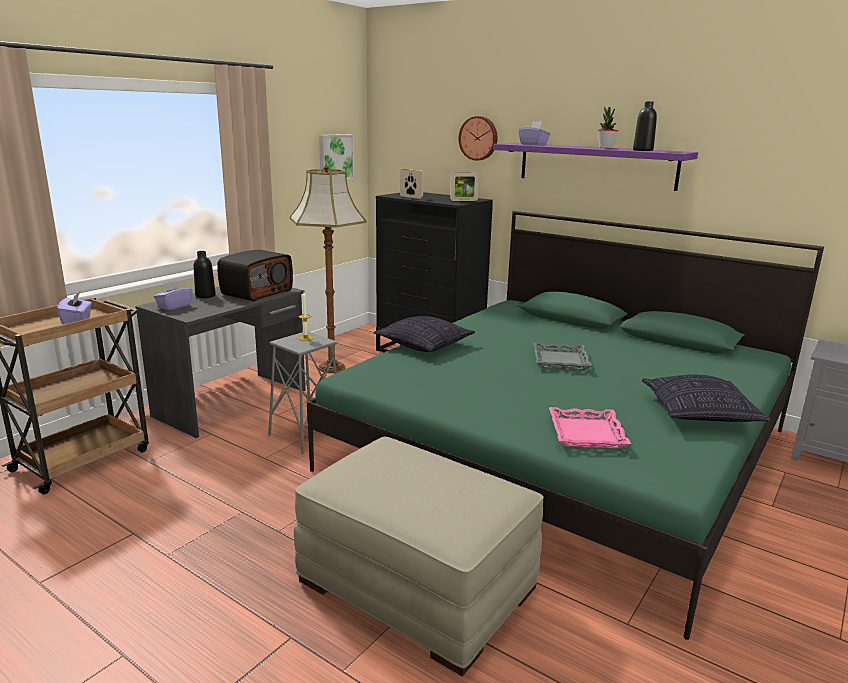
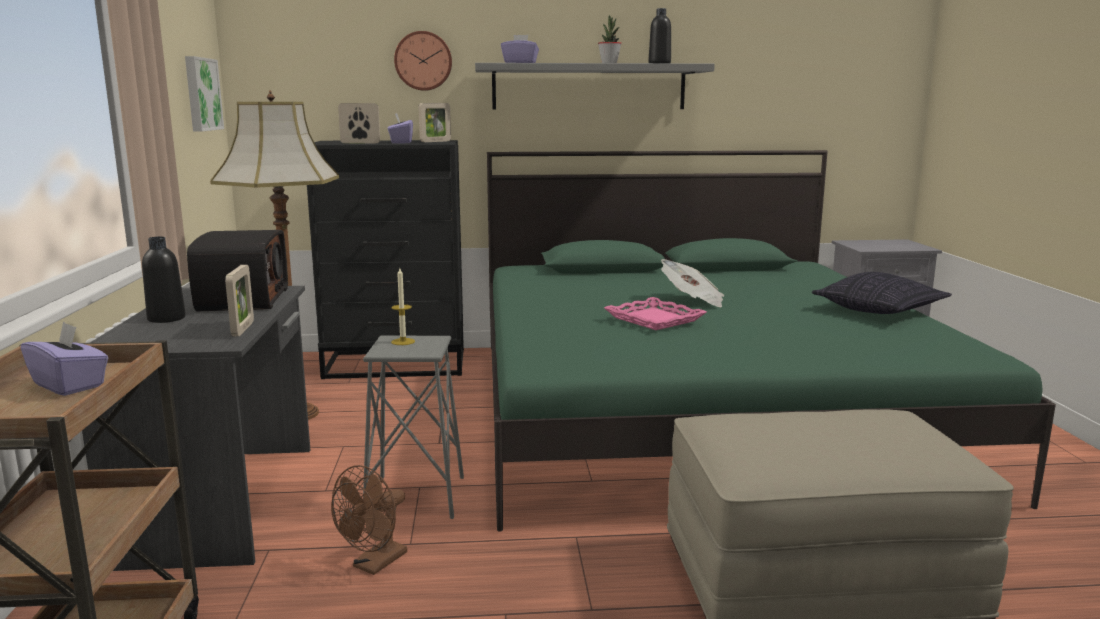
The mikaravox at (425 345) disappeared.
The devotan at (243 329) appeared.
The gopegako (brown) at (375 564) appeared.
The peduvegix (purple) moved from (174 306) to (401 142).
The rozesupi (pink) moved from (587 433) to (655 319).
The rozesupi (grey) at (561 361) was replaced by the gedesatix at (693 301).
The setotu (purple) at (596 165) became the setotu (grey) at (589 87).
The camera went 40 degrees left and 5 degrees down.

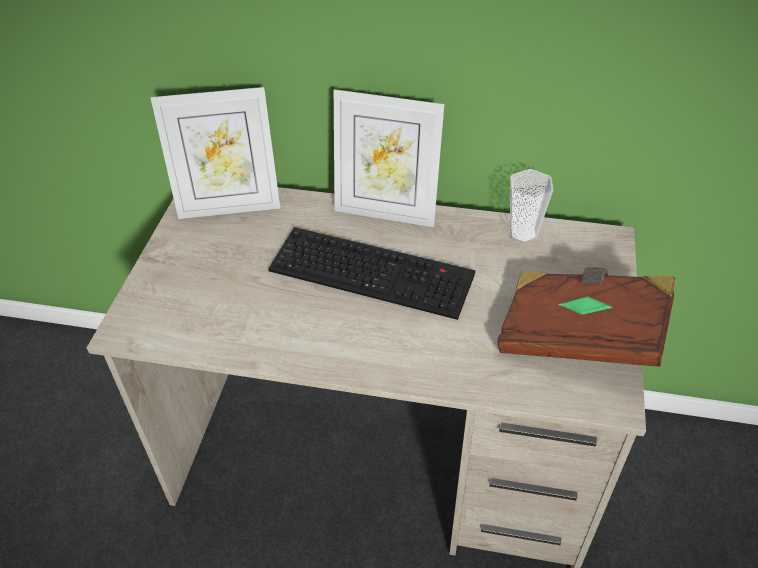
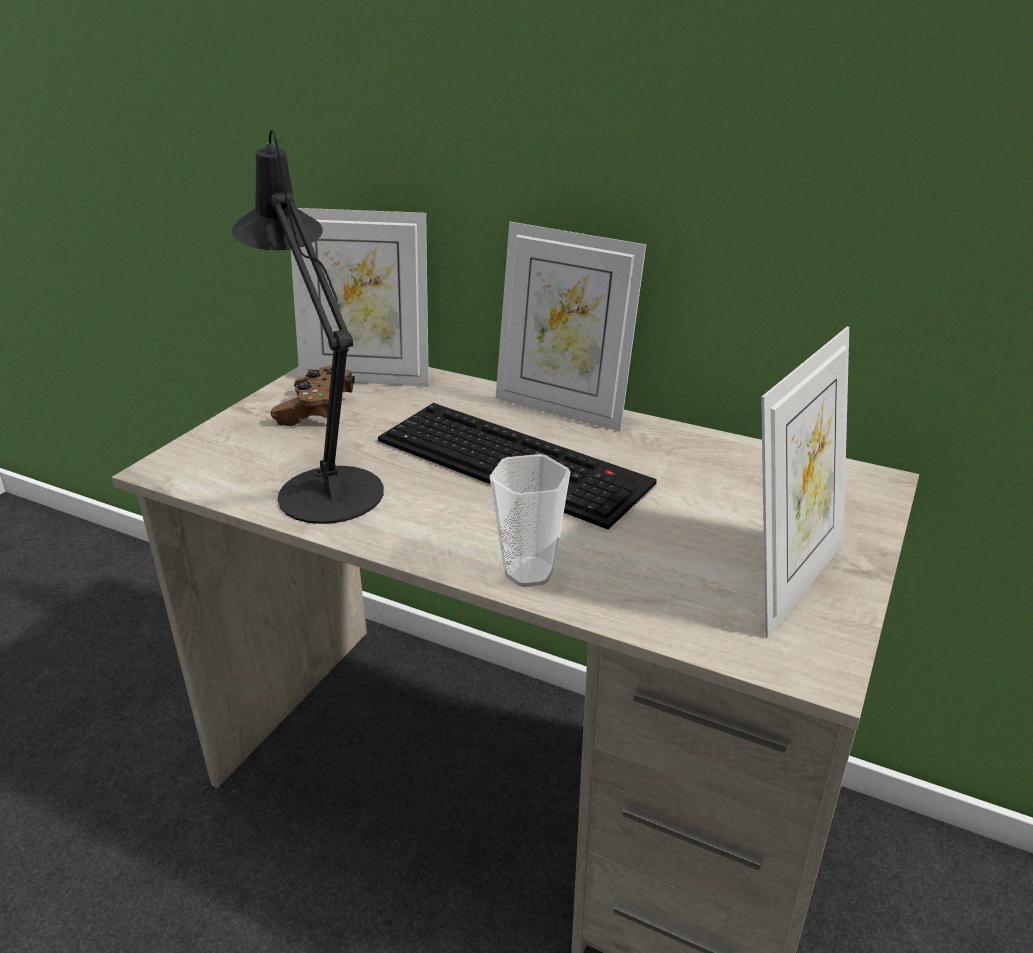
The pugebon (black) at (325 486) appeared.
The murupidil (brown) at (316 410) appeared.
The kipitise moved from (523 234) to (529 572).
The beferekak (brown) at (580 336) was replaced by the devotan at (788 579).
The camera went 15 degrees right and 15 degrees down.

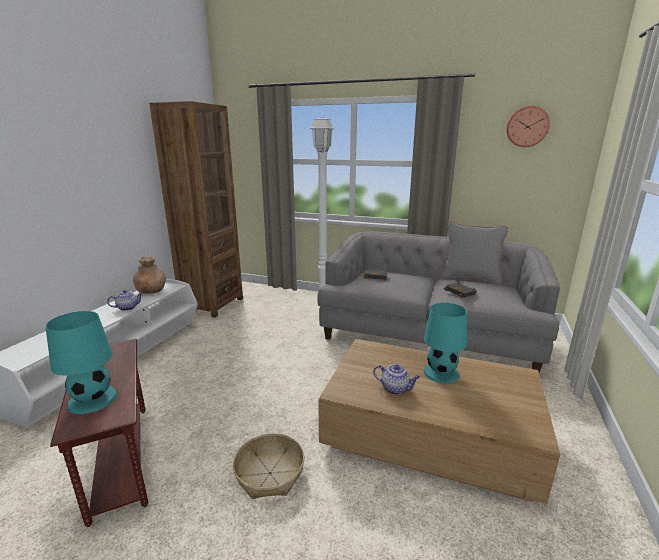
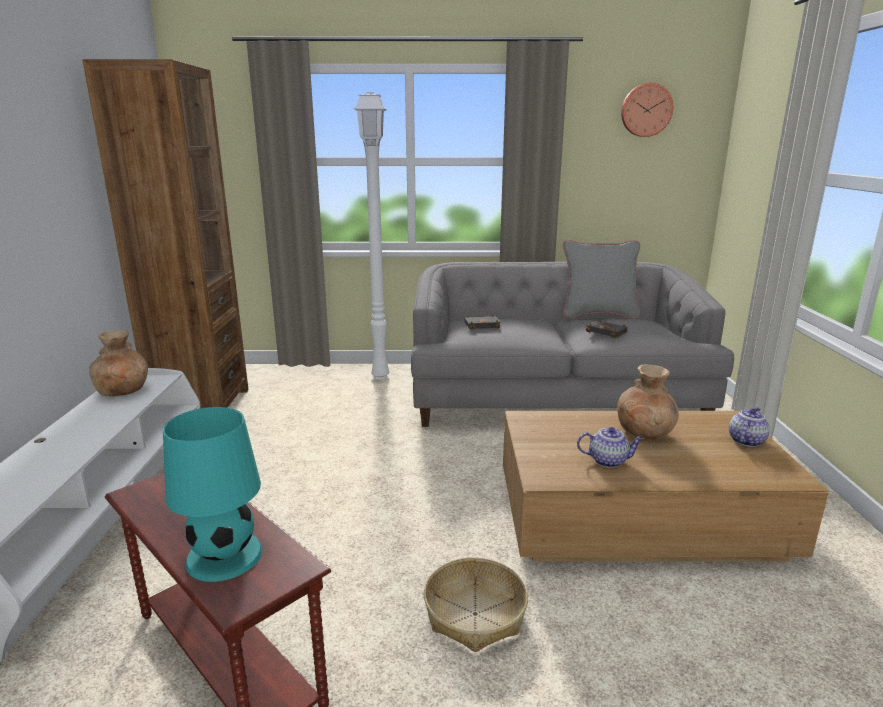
The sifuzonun moved from (128 307) to (746 440).
The pugebon (turquoise) at (441 373) was replaced by the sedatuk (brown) at (644 432).
The camera went 20 degrees left and 0 degrees up.

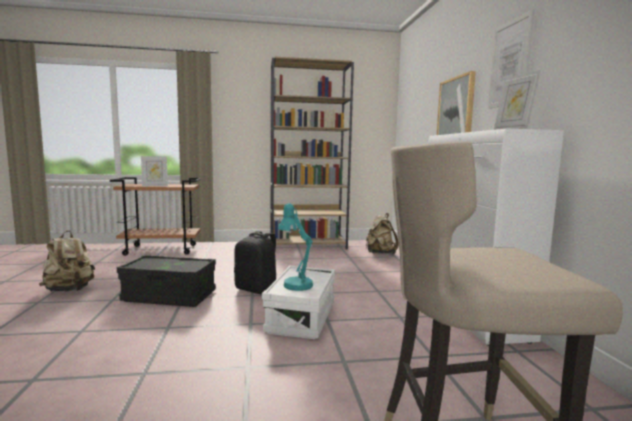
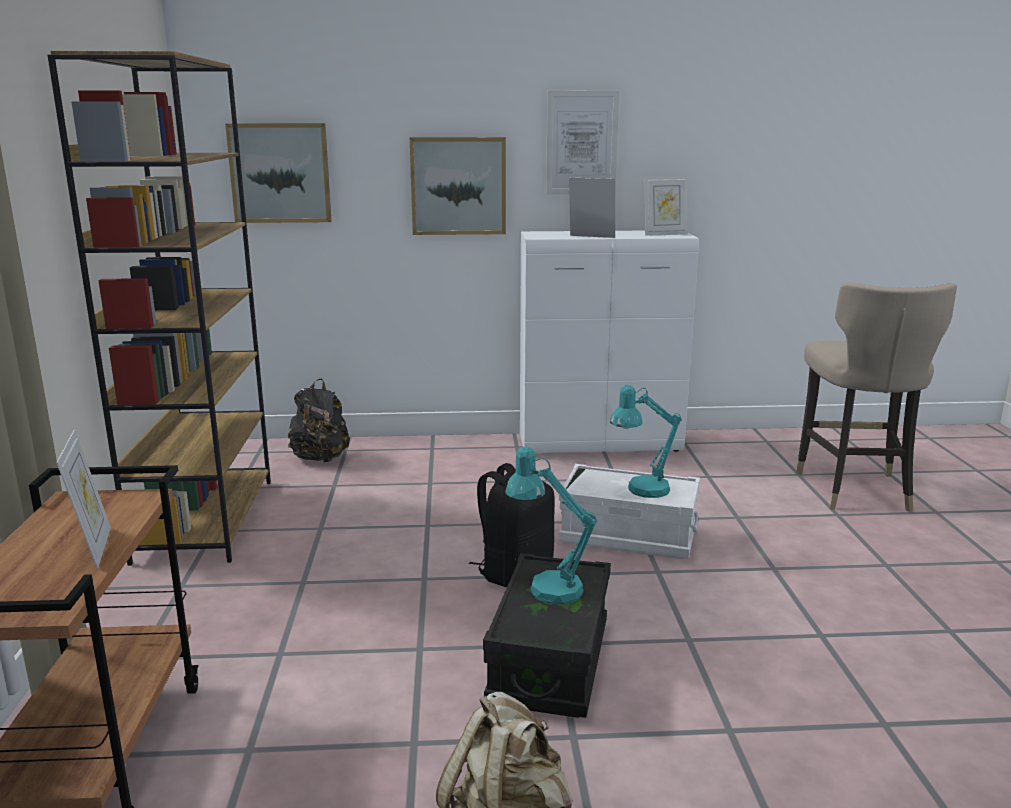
The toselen at (280 173) appeared.
The pugebon (turquoise) at (546 586) appeared.
The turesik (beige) at (380 253) became the turesik (black) at (320 459).
The camera went 85 degrees left and 10 degrees up.

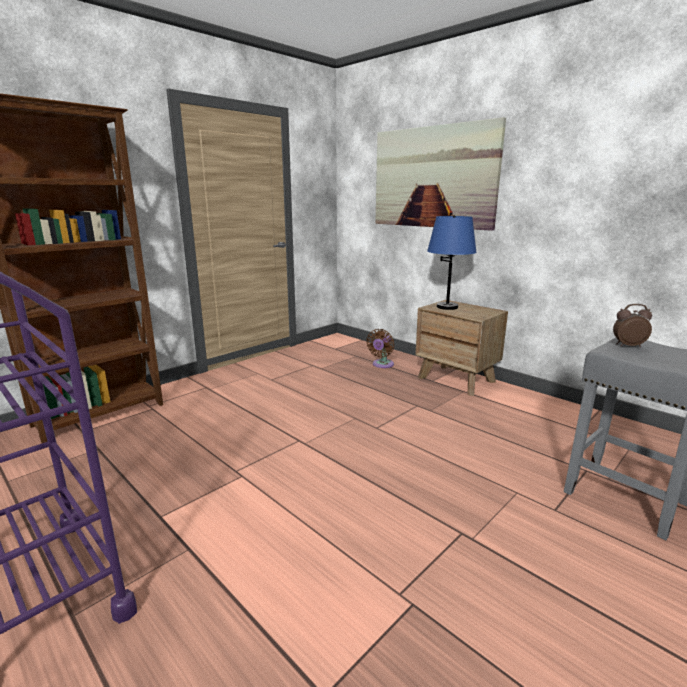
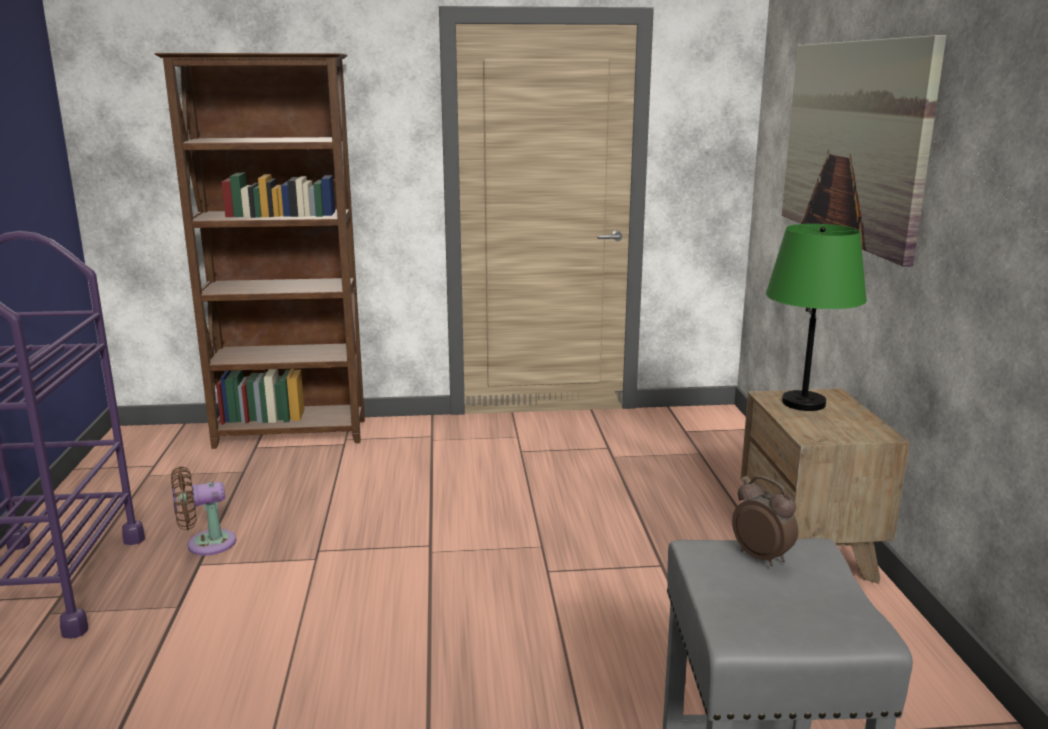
The gopegako (brown) moved from (382 365) to (206 544).
The pugebon (blue) at (447 307) became the pugebon (green) at (804 403).
The camera went 40 degrees right and 0 degrees up.

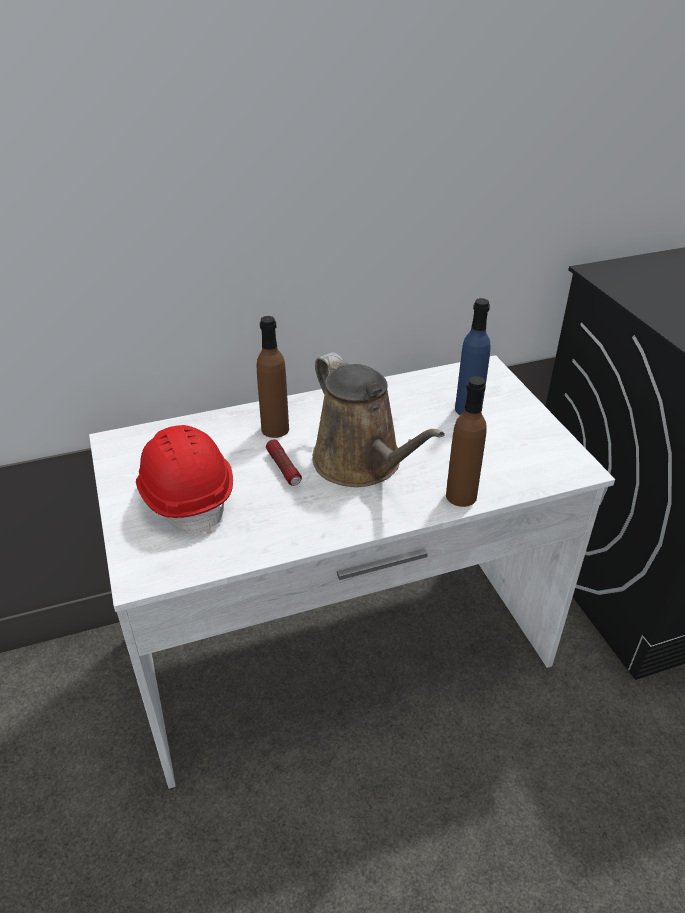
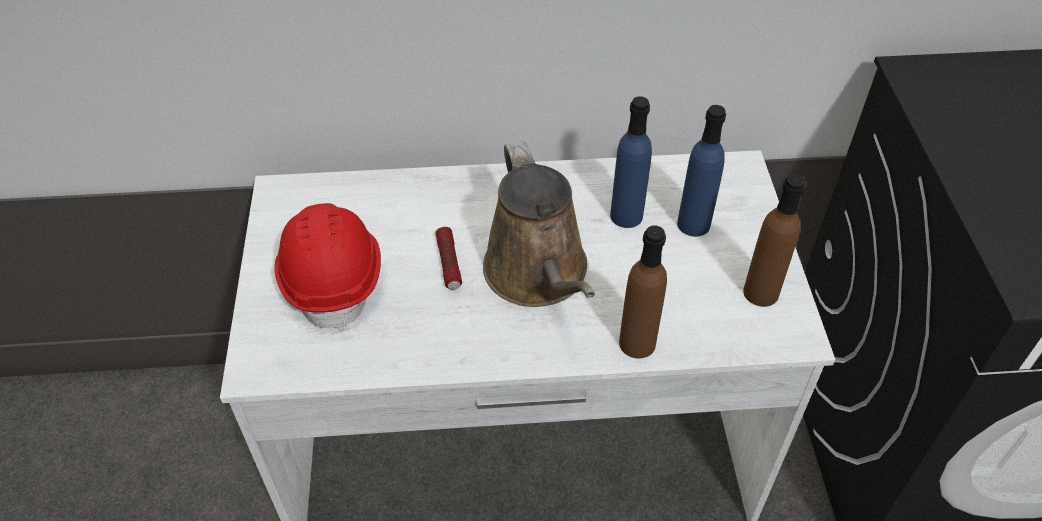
The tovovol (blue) at (626 216) appeared.
The tovovol (brown) moved from (275 429) to (761 292).
The camera went 15 degrees right and 10 degrees up.

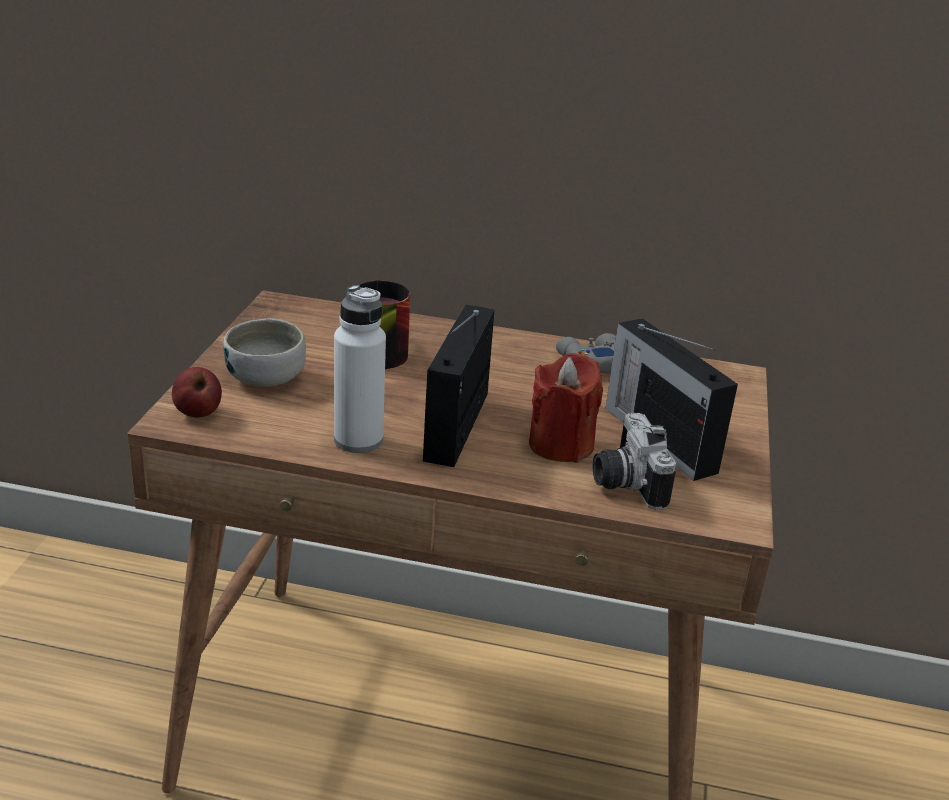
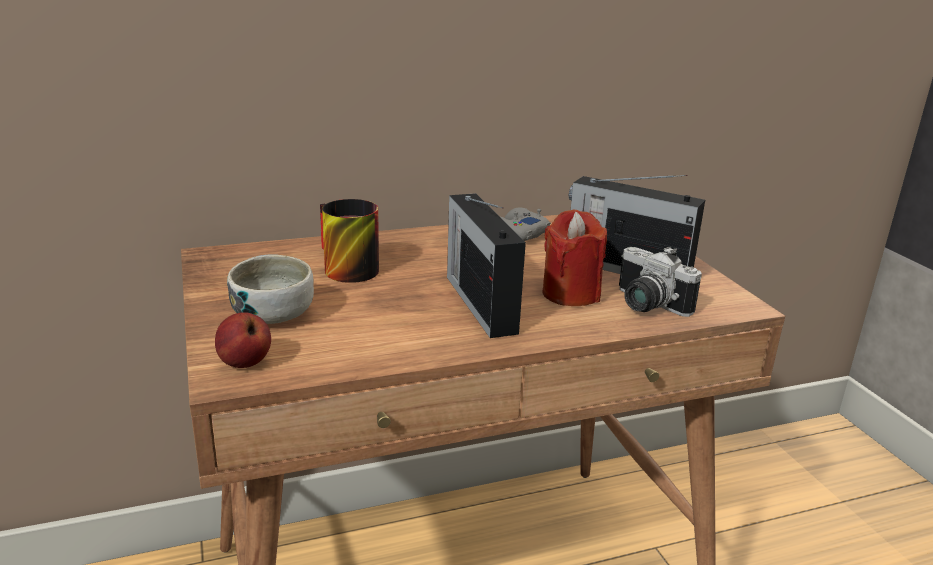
The tovovol (white) at (358 440) disappeared.
The camera went 30 degrees left and 5 degrees down.

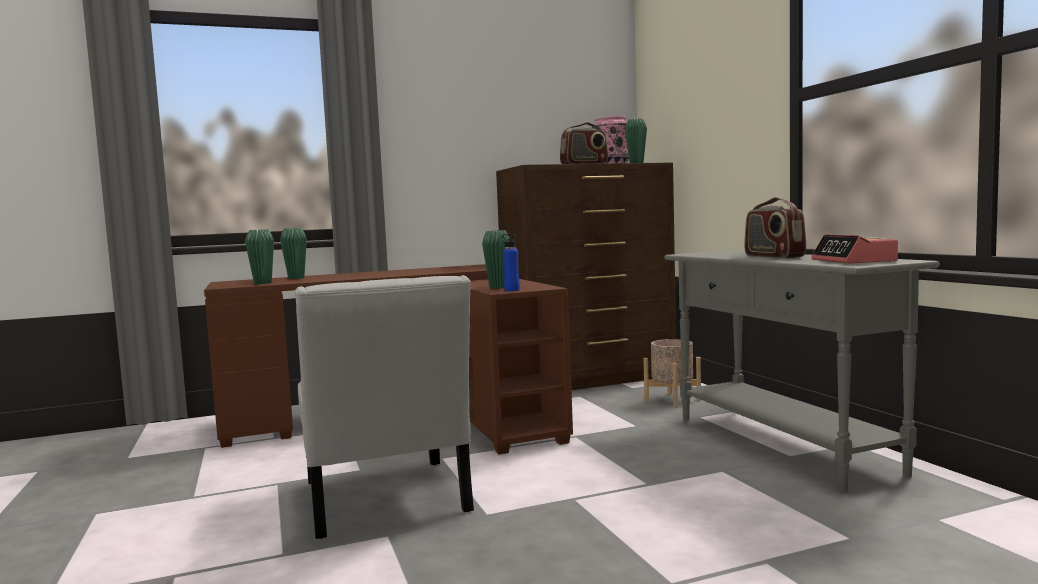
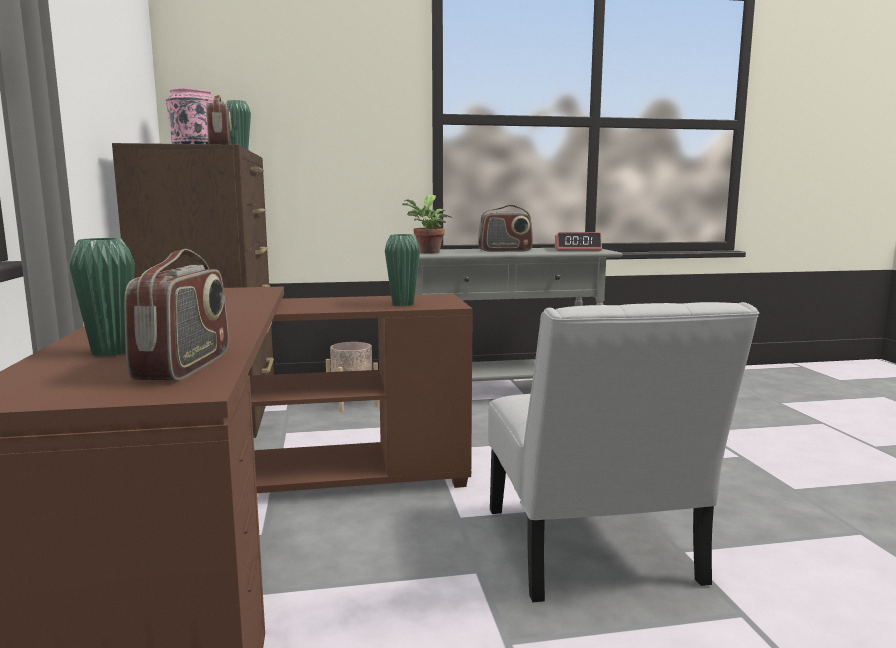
The tovovol (blue) at (512 290) disappeared.
The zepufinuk at (428 253) appeared.
The sedatuk (green) at (263 283) was replaced by the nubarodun at (185 366).
The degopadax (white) at (386 501) turned 90 degrees clockwise.
The camera went 80 degrees left and 5 degrees up.

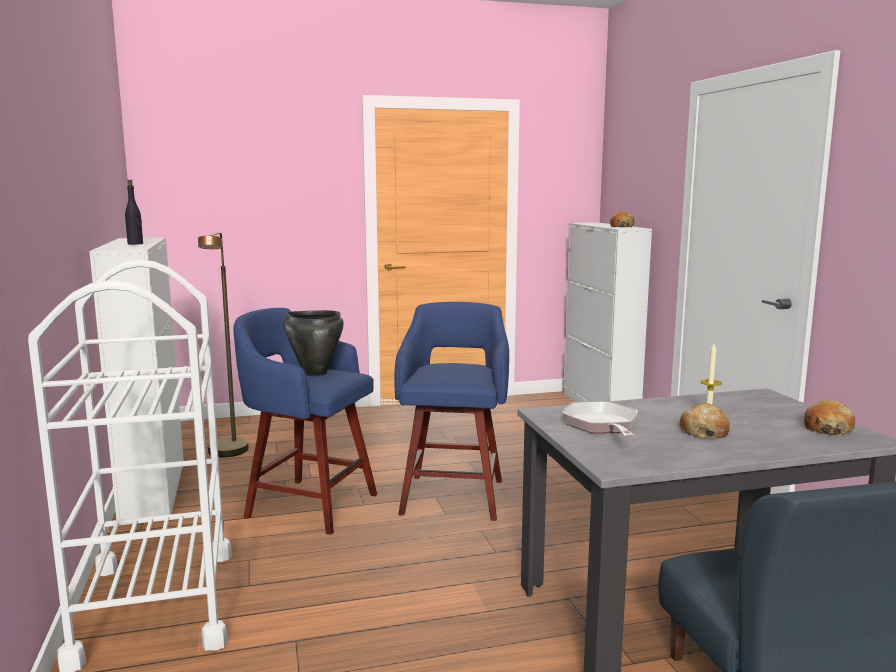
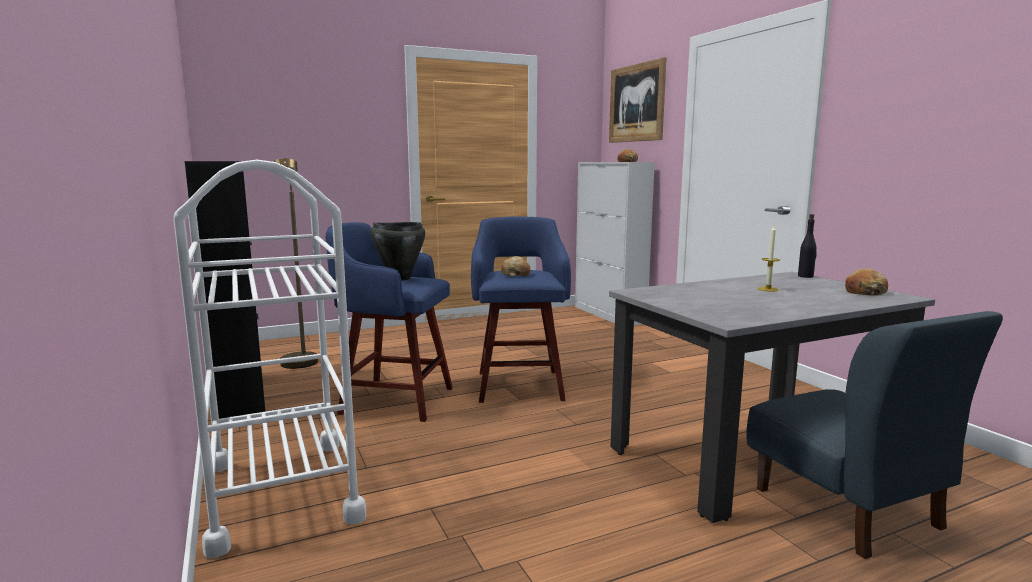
The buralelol at (602 425) disappeared.
The toselen at (636 103) appeared.
The tovovol (black) moved from (135 244) to (805 276).
The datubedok moved from (703 431) to (515 274).
The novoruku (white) at (154 489) became the novoruku (black) at (240 398).
The camera went 10 degrees left and 0 degrees up.

